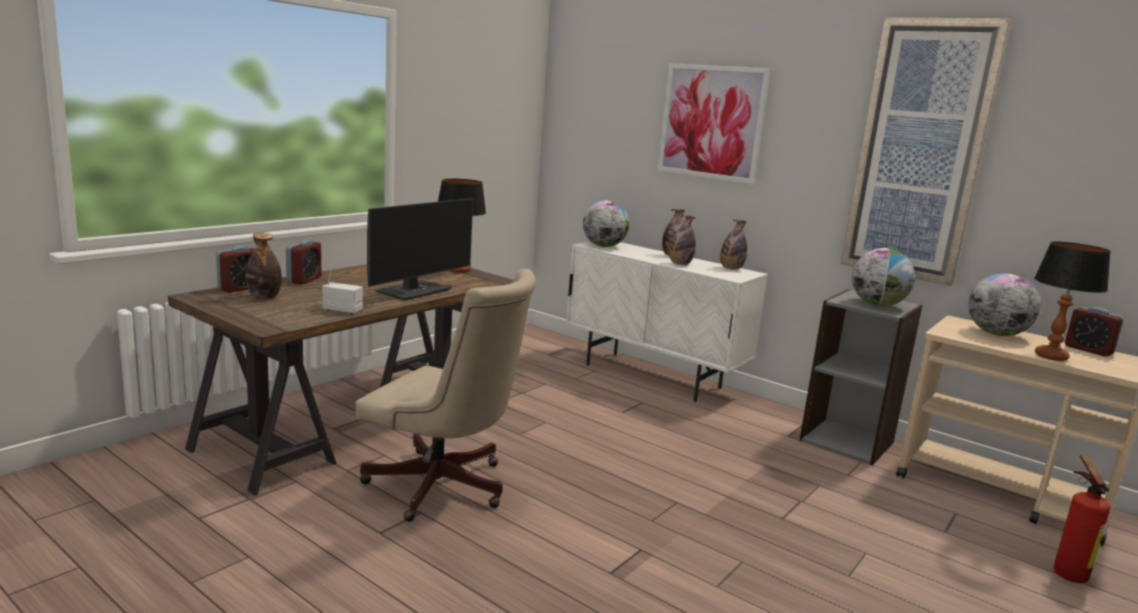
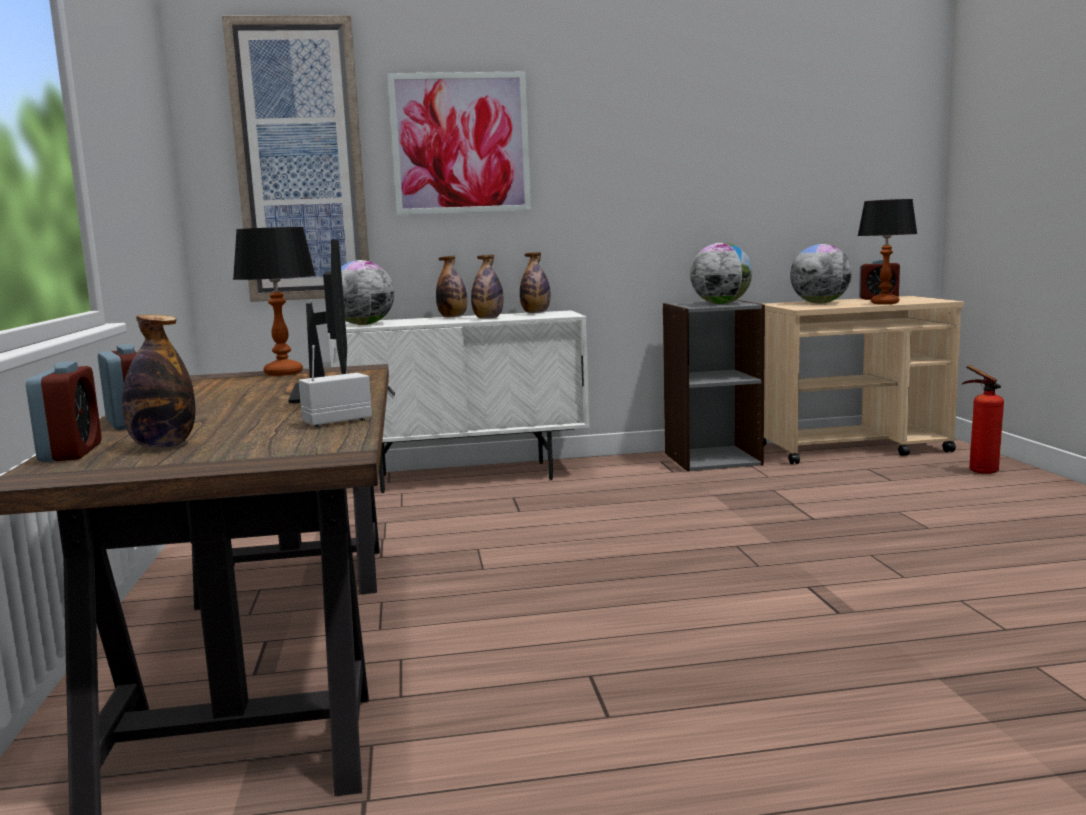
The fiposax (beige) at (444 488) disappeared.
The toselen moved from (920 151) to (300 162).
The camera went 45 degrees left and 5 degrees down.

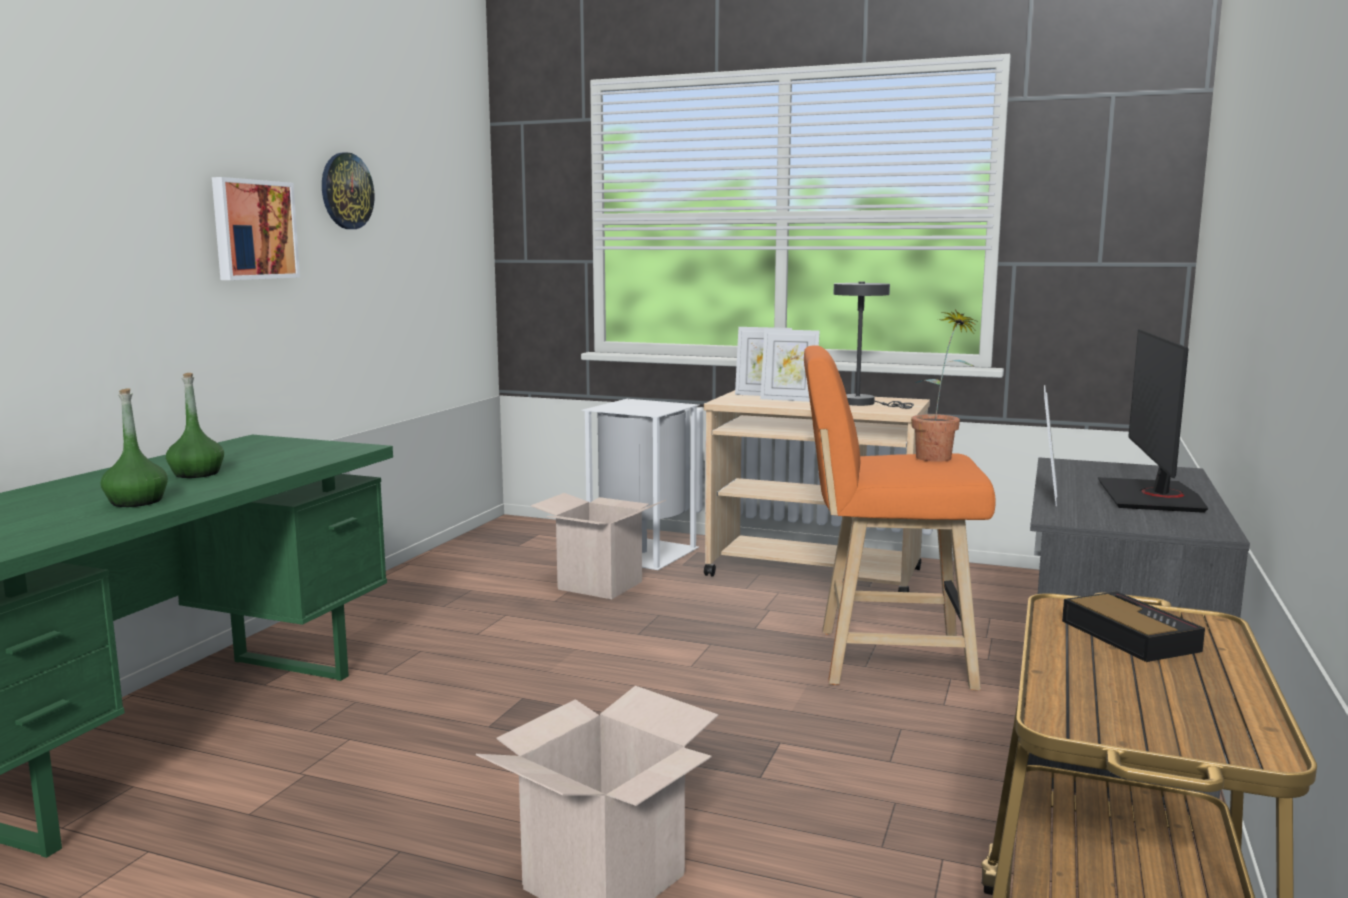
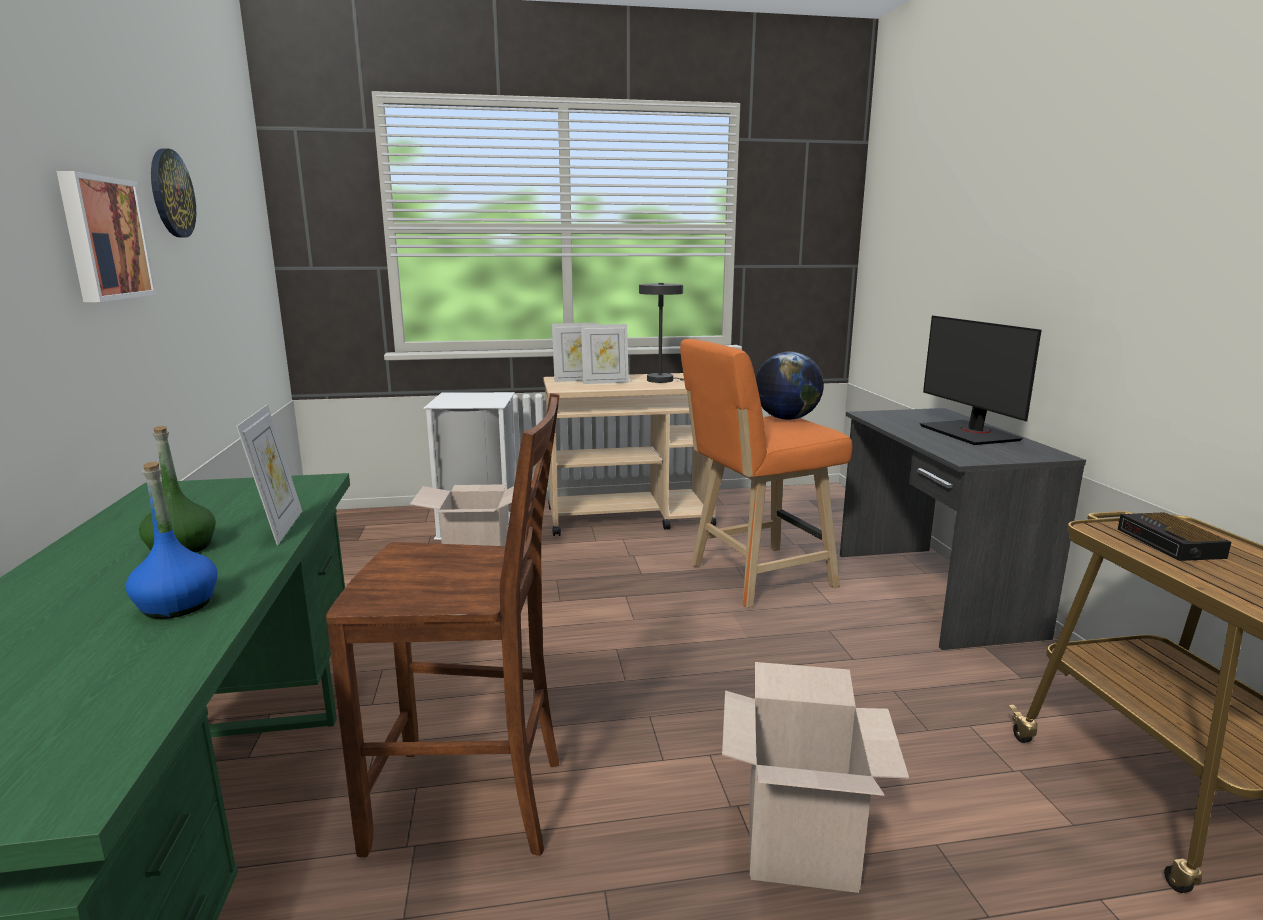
The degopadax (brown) at (472 804) appeared.
The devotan moved from (1046 495) to (280 527).
The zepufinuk at (940 456) was replaced by the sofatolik at (786 418).
The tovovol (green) at (136 502) became the tovovol (blue) at (178 605).
The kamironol at (1127 635) turned 135 degrees counterclockwise.
The camera went 30 degrees left and 5 degrees up.

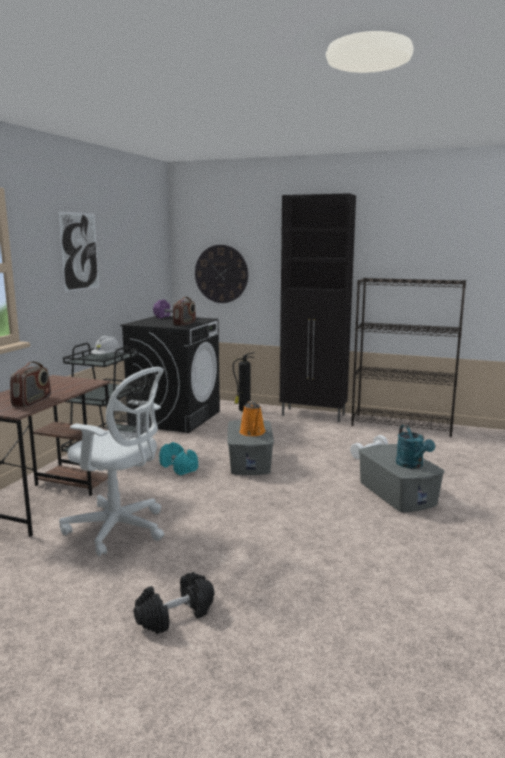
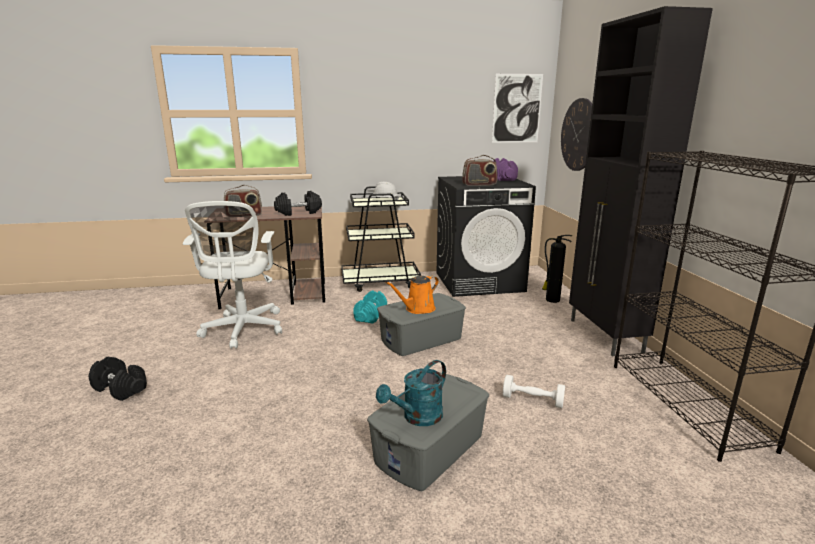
The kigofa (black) at (298 213) appeared.
The toselen moved from (79 251) to (517 108).
The camera went 60 degrees right and 5 degrees up.

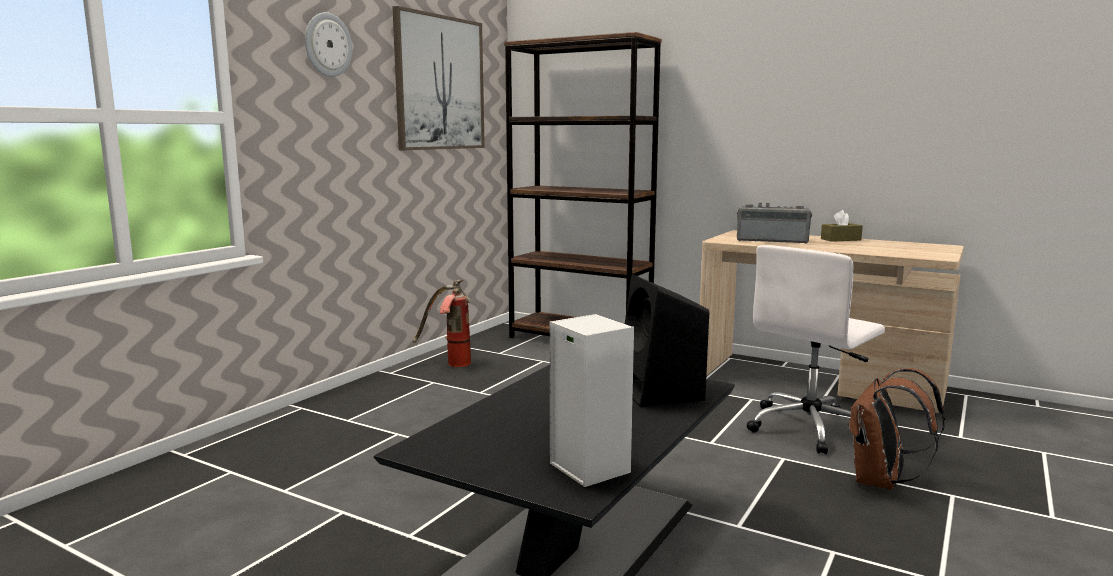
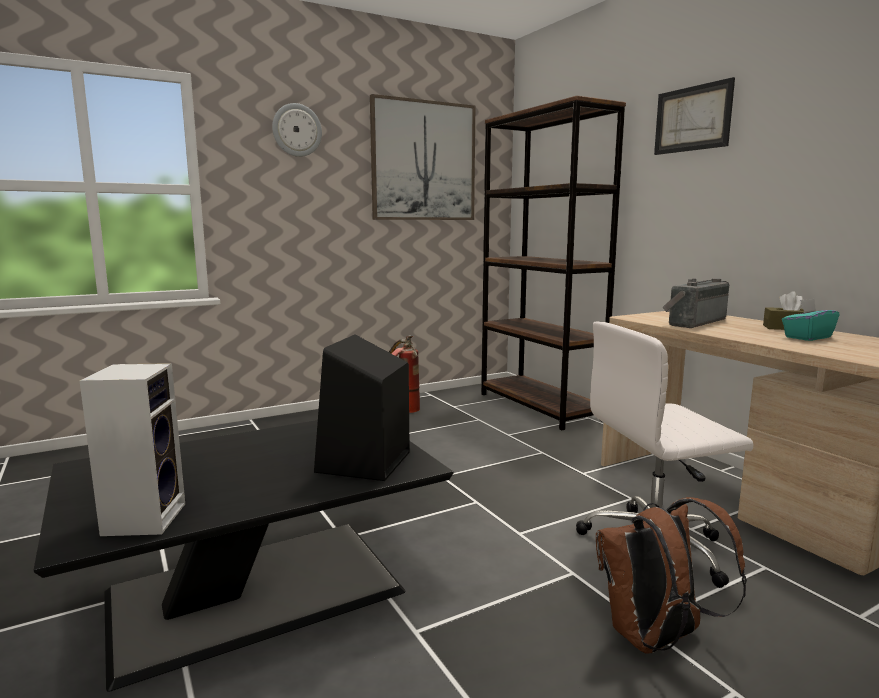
The toselen at (692 119) appeared.
The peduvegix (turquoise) at (807 337) appeared.
The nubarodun at (772 240) turned 90 degrees counterclockwise.
The camera went 30 degrees right and 0 degrees up.

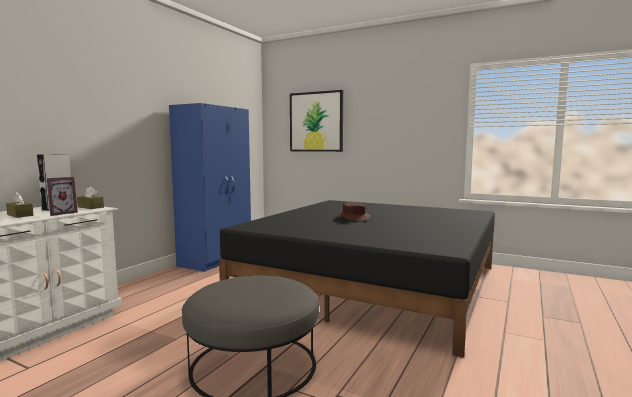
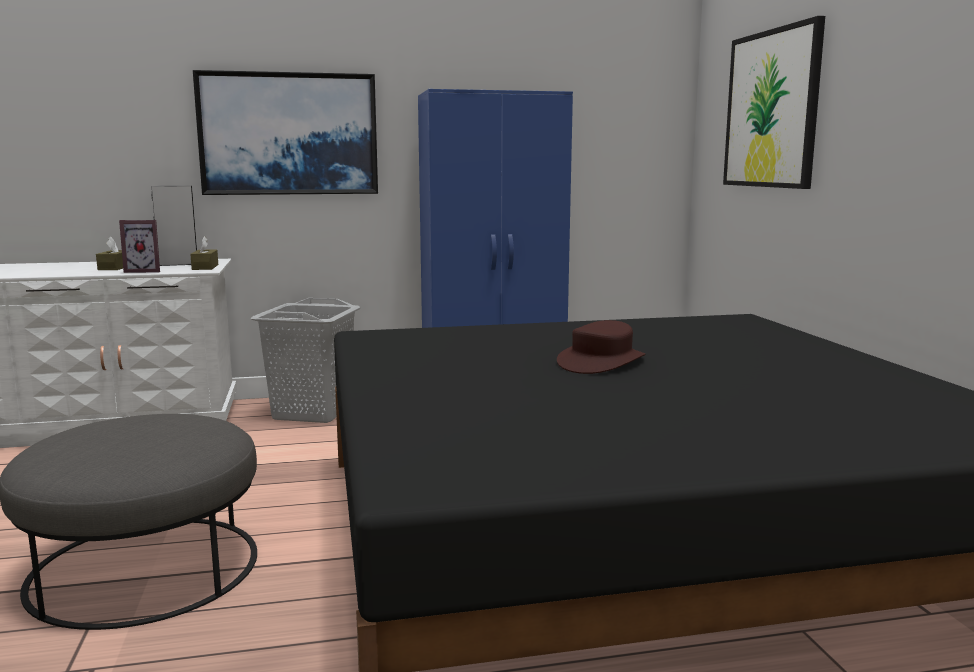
The toselen at (289 134) appeared.
The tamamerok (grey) at (313 412) appeared.
The camera went 50 degrees right and 5 degrees up.

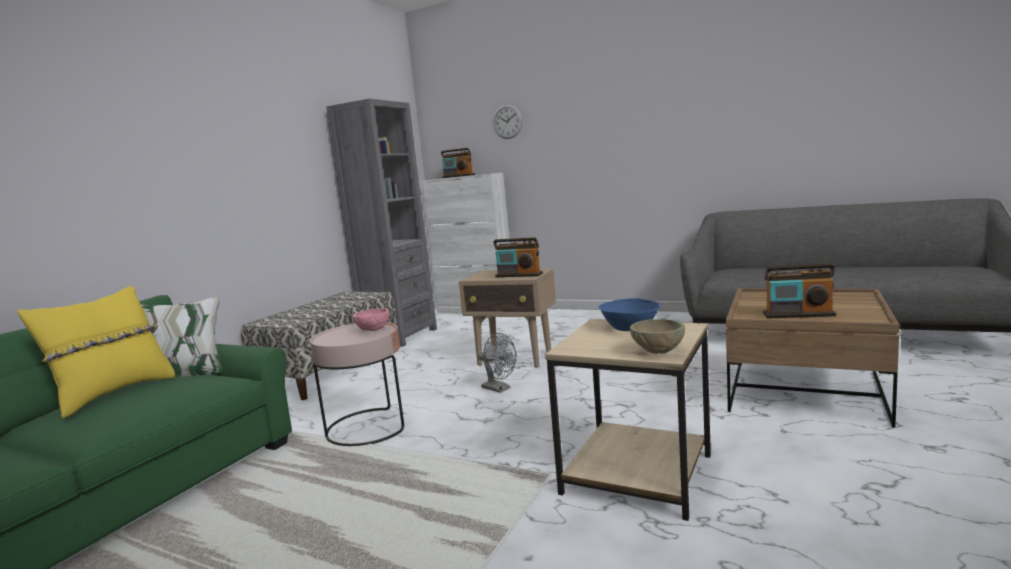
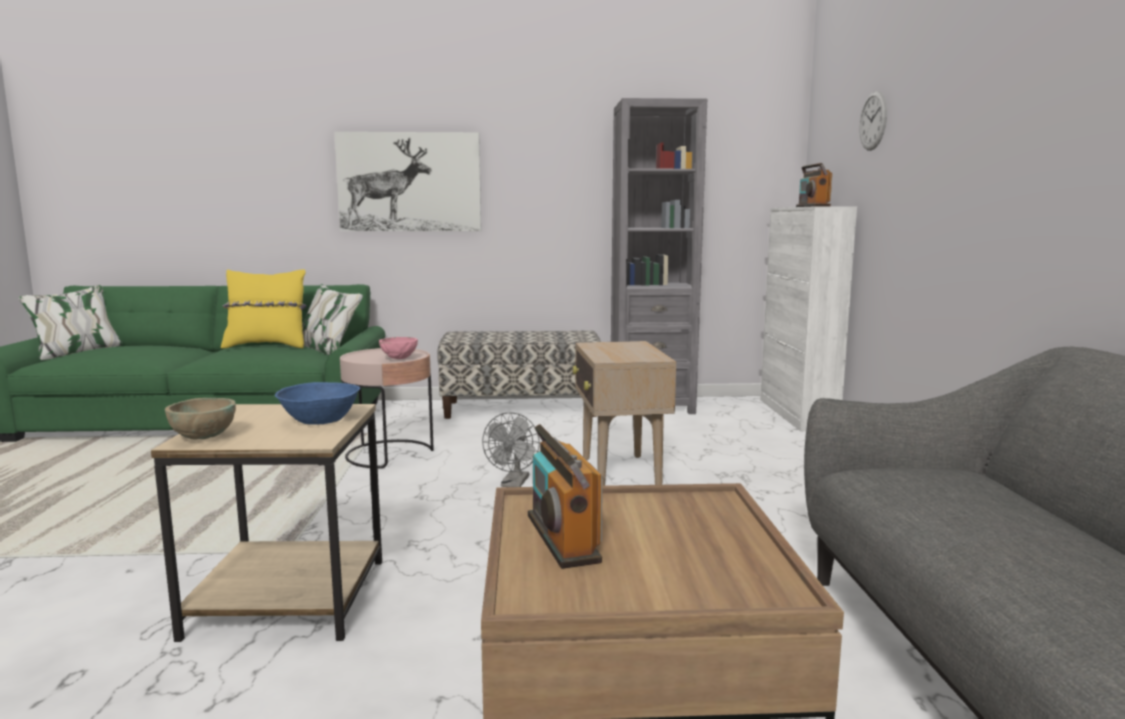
The nubarodun at (519 275) disappeared.
The toselen at (409 182) appeared.
The camera went 60 degrees right and 0 degrees up.

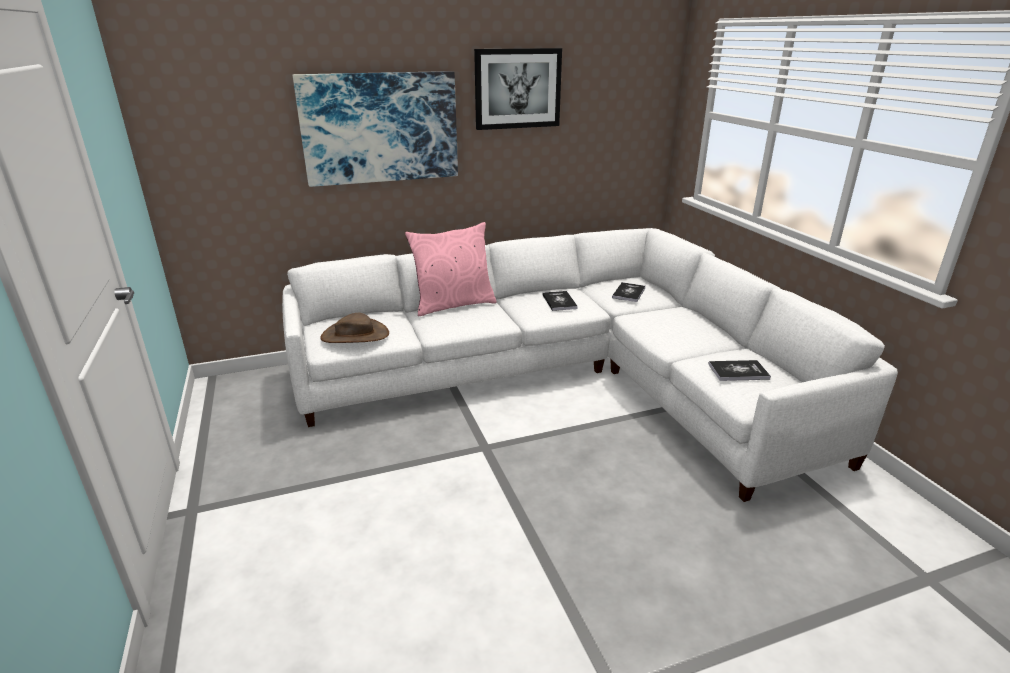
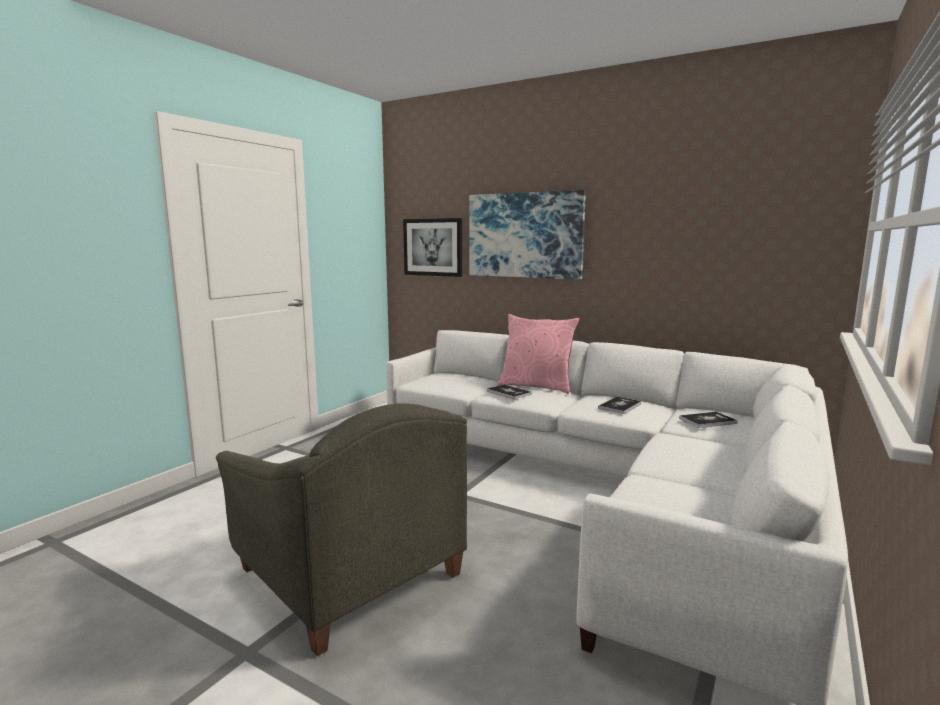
The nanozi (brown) at (355 335) disappeared.
The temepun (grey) at (346 573) appeared.
The toselen moved from (517 89) to (433 247).
The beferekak moved from (738 371) to (508 393).
The camera went 50 degrees right and 15 degrees down.

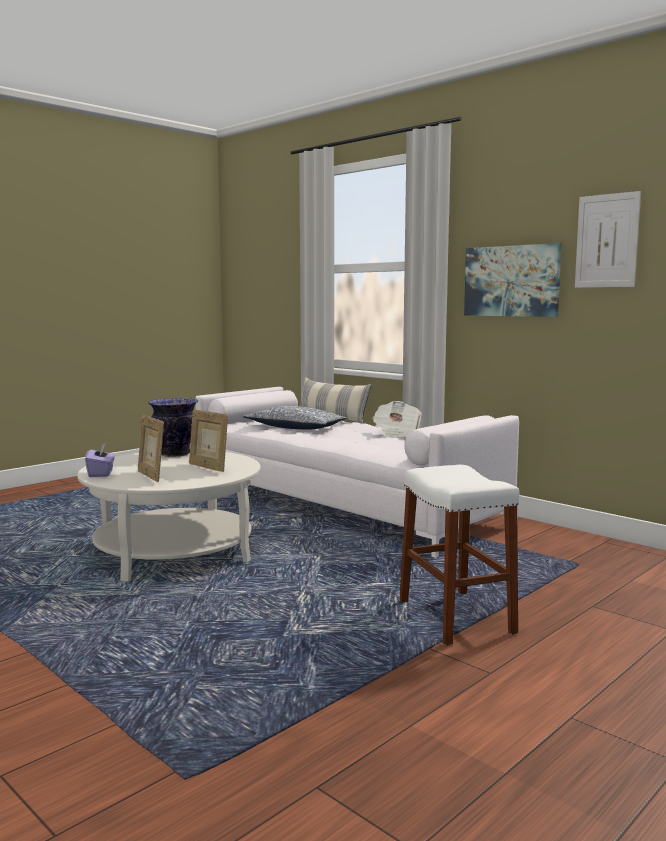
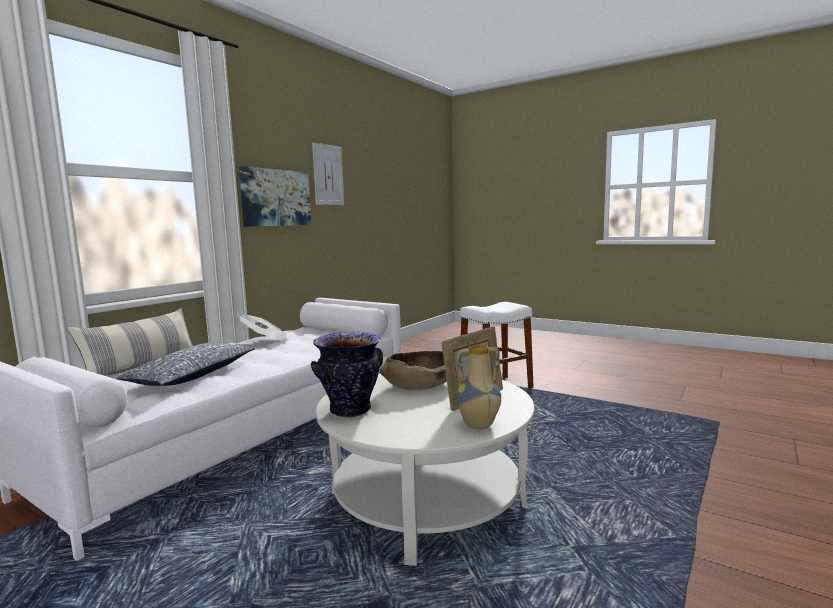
The peduvegix (purple) at (101 473) was replaced by the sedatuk at (478 426).
The devotan at (208 468) was replaced by the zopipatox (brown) at (420 385).
The camera went 100 degrees left and 0 degrees up.

